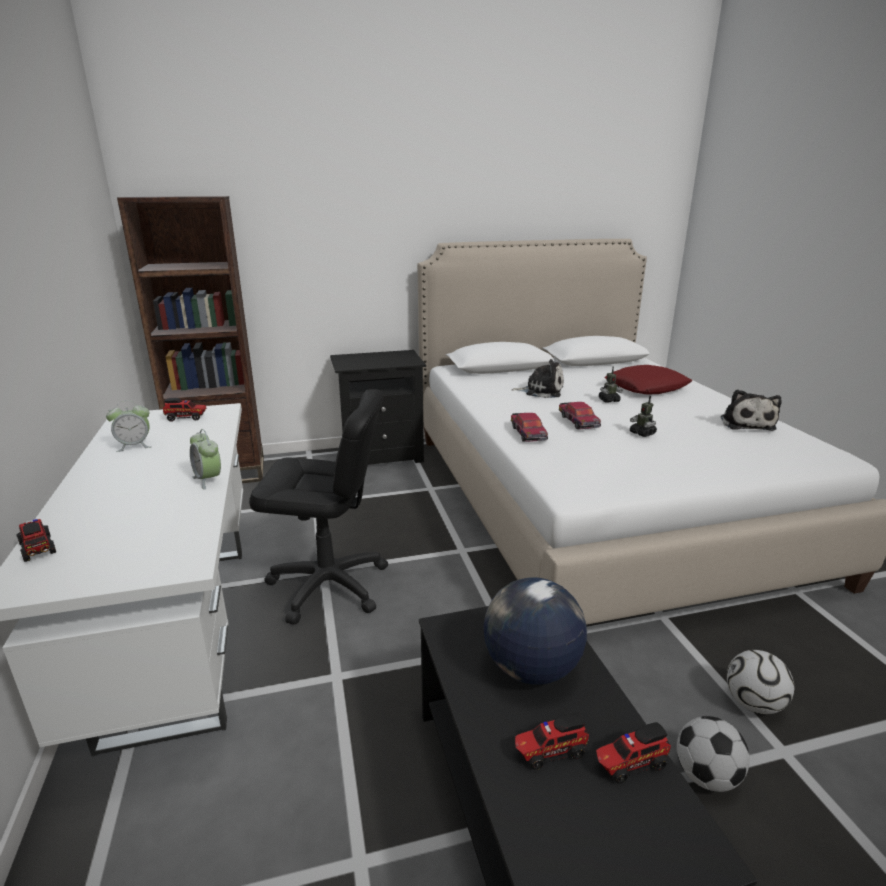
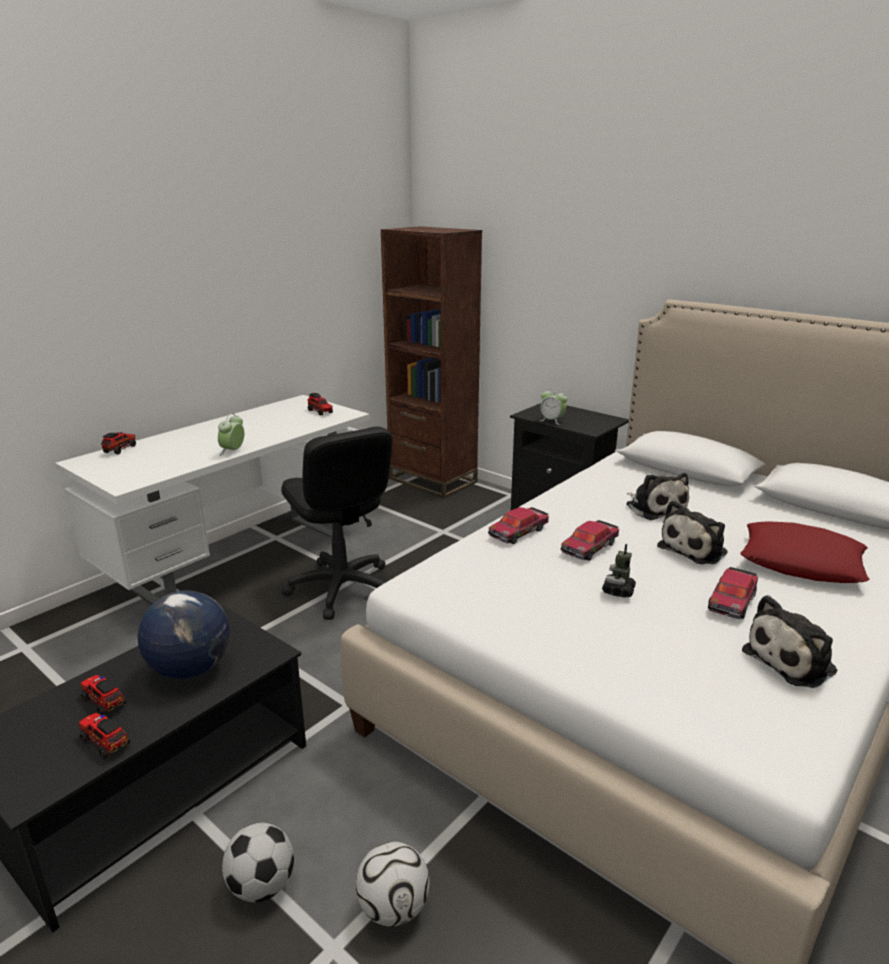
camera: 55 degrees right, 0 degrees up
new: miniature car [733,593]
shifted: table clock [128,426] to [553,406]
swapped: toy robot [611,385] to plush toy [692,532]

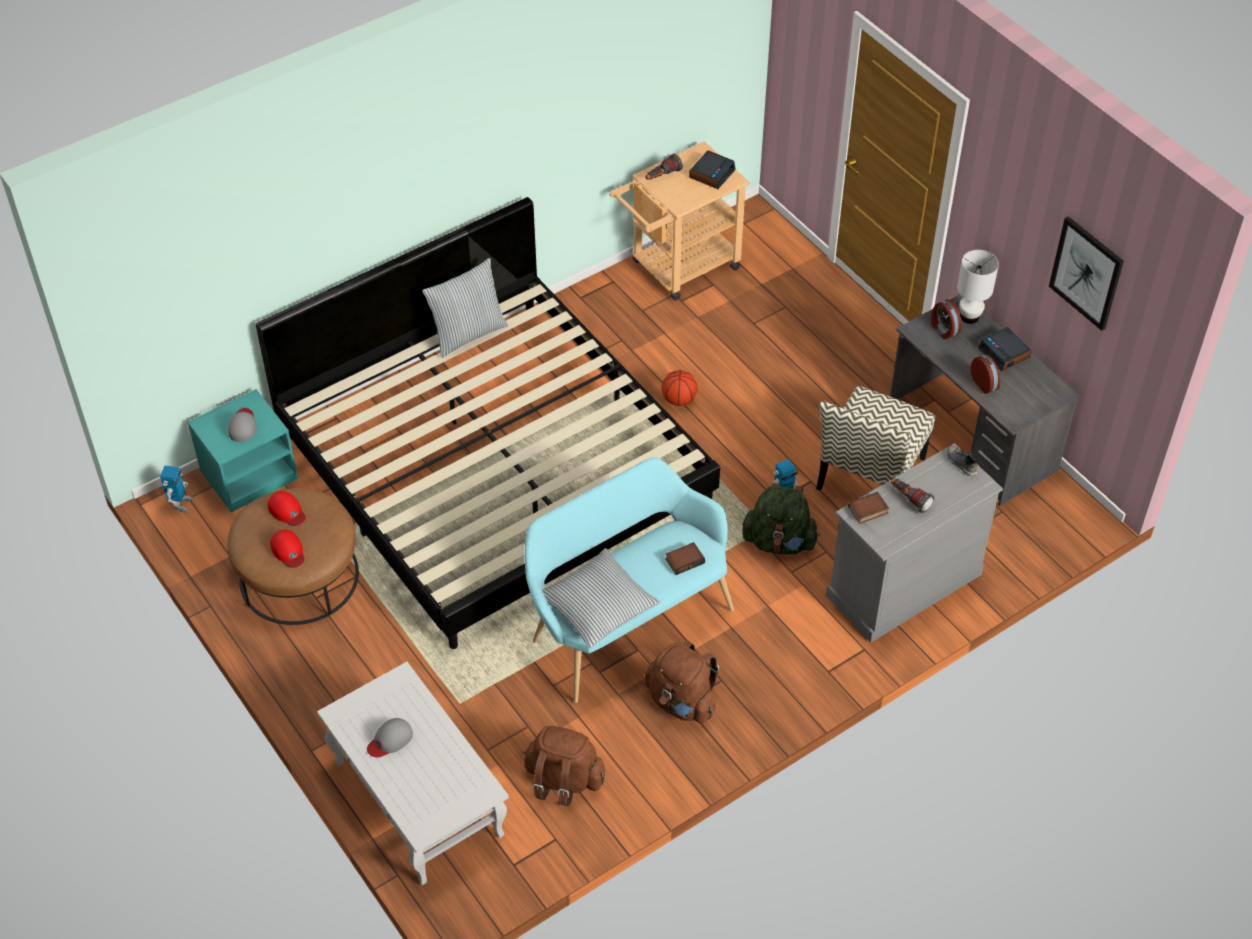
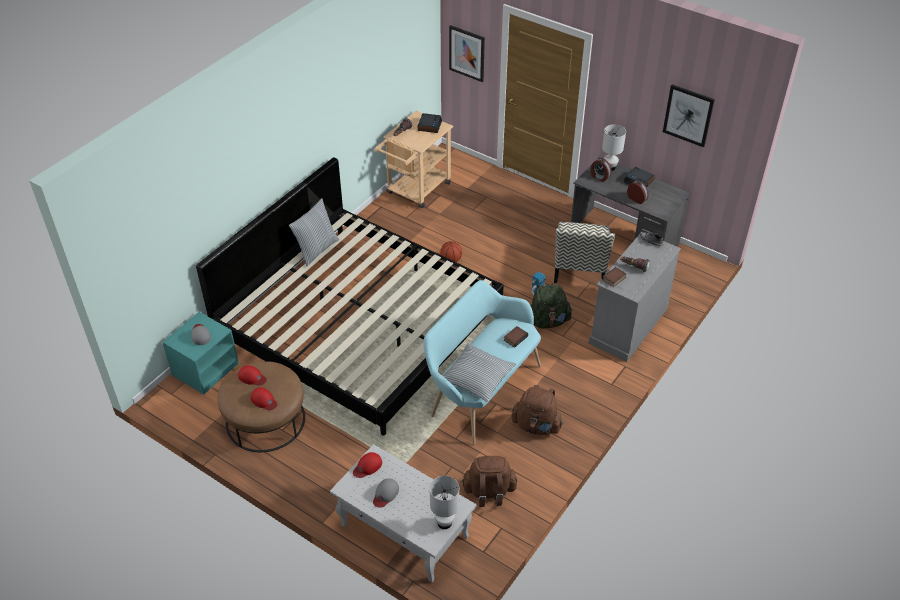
camera: 20 degrees left, 5 degrees down
gone: toy robot [177,489]
new: baseball cap/reddish [367,465]; table lamp/white [444,502]; picture [467,53]

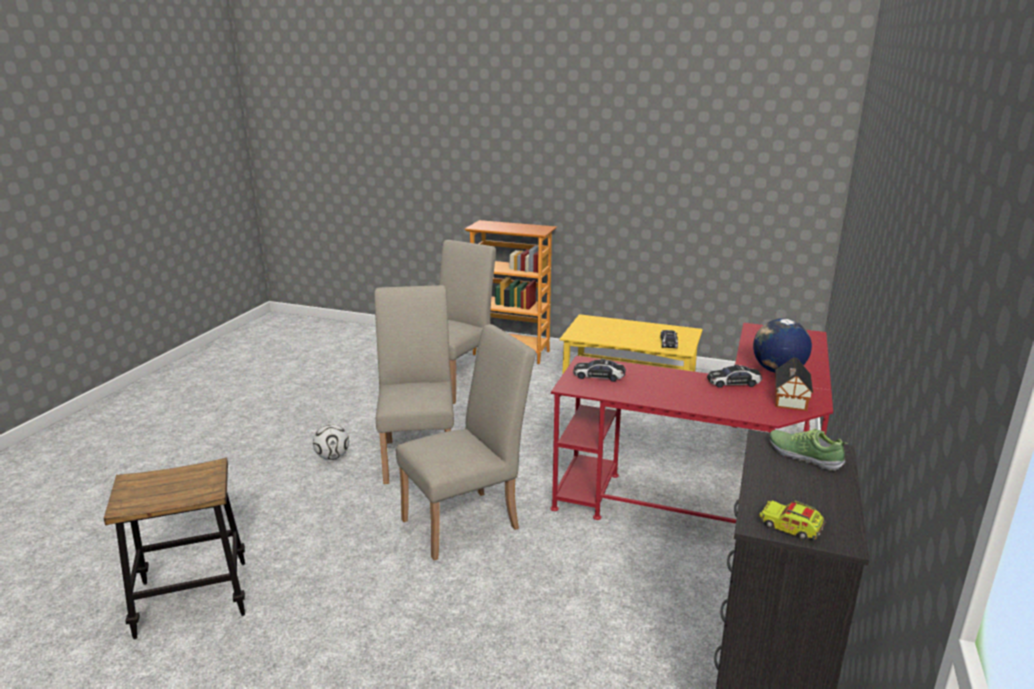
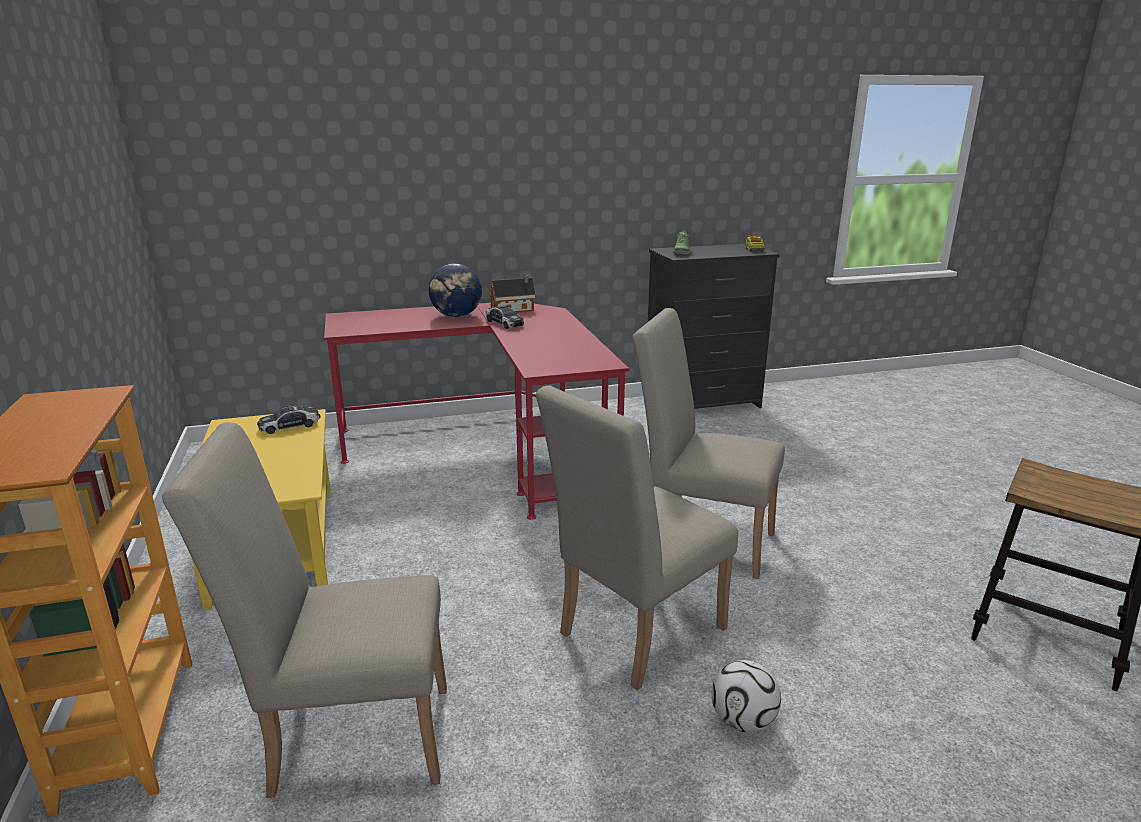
camera: 125 degrees left, 0 degrees up
gone: miniature car [599,370]

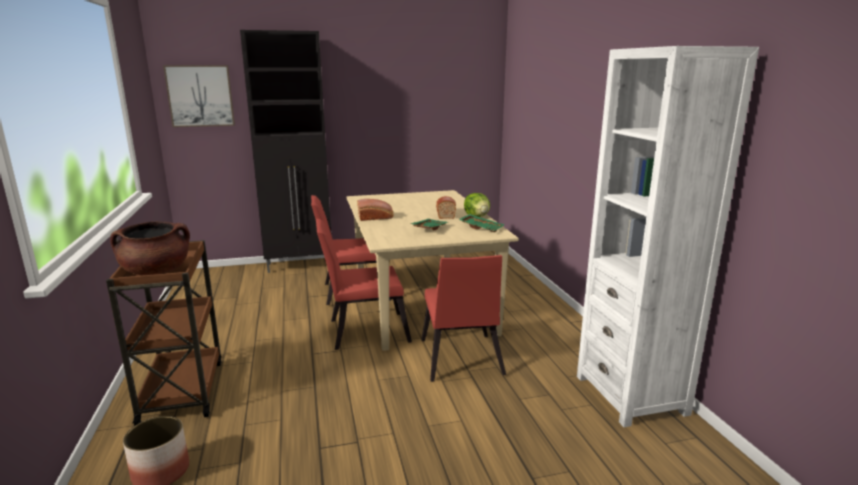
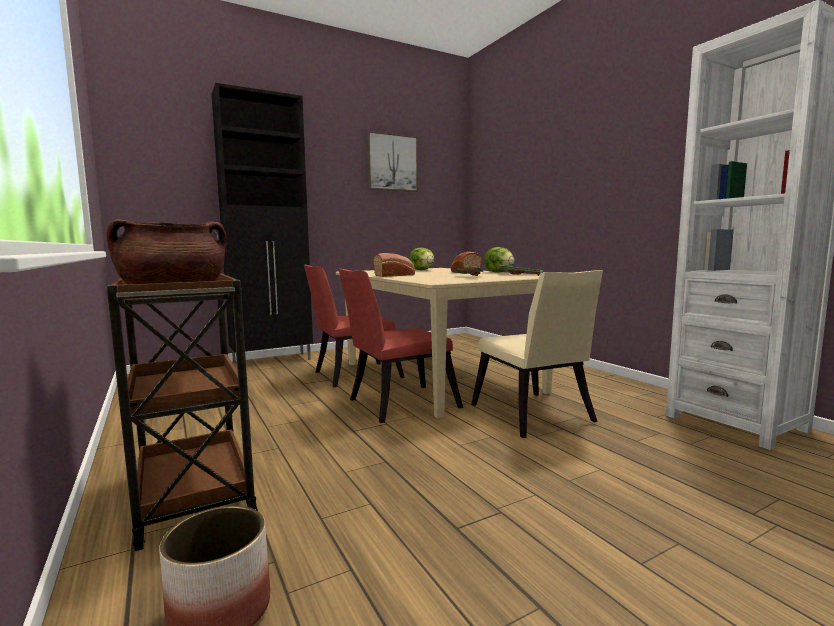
camera: 15 degrees left, 10 degrees down
new: lettuce head [421,258]
shifted: picture [199,96] to [392,161]
repainted: chair/reddish [463,318] to chair/beige-coloured [537,354]

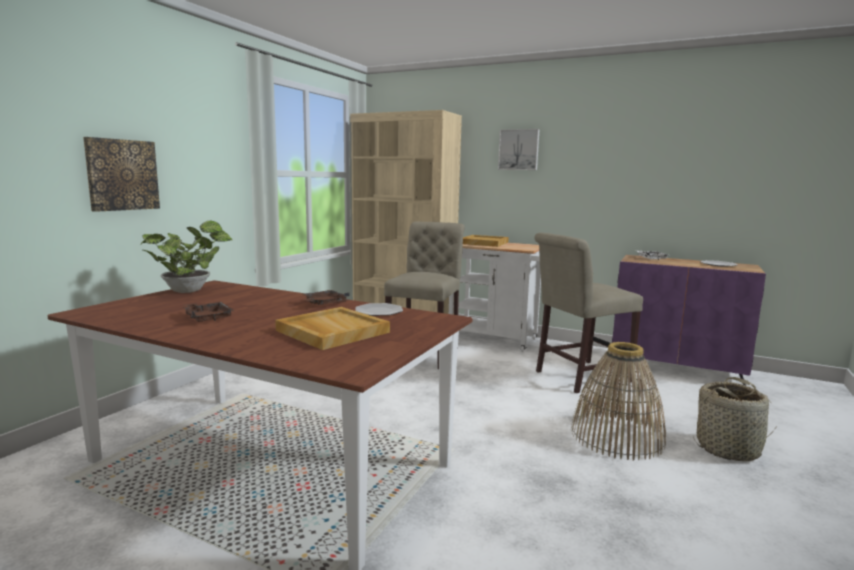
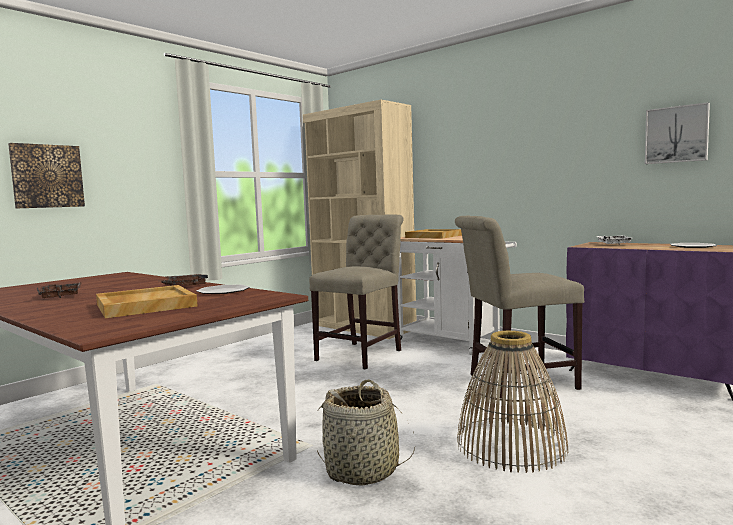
camera: 15 degrees right, 5 degrees down
gone: houseplant [186,256]
shifted: picture [519,149] to [677,133]; basket [735,419] to [366,432]

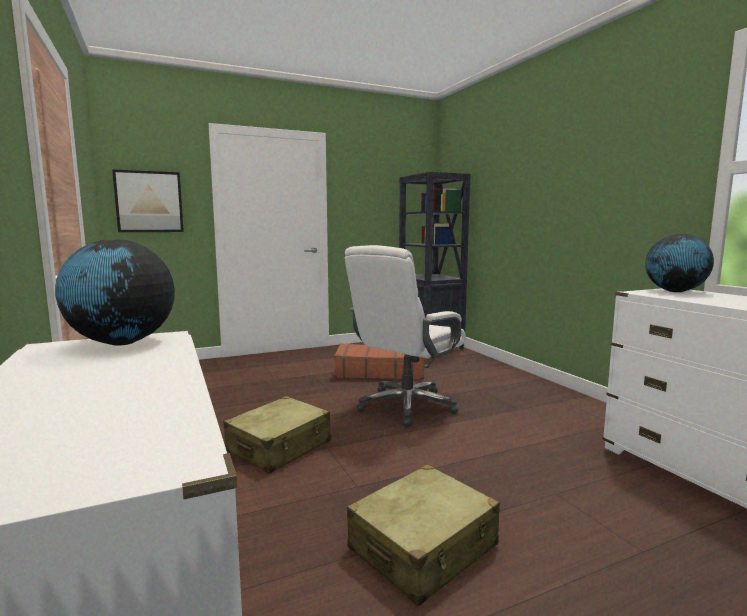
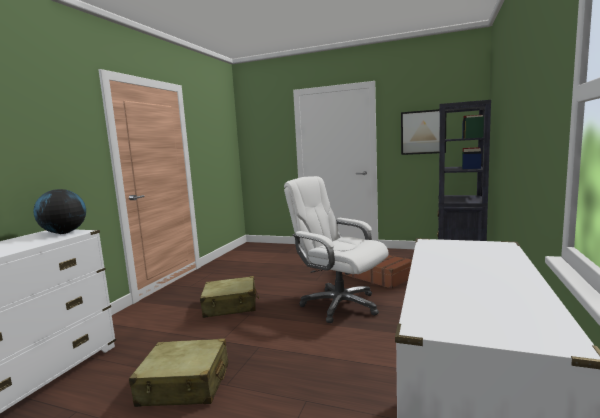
camera: 45 degrees right, 0 degrees up
gone: globe [679,263]
shifted: picture [148,200] to [423,132]
rotated: desk chair/white [405,335] = [336,249] 45 degrees clockwise

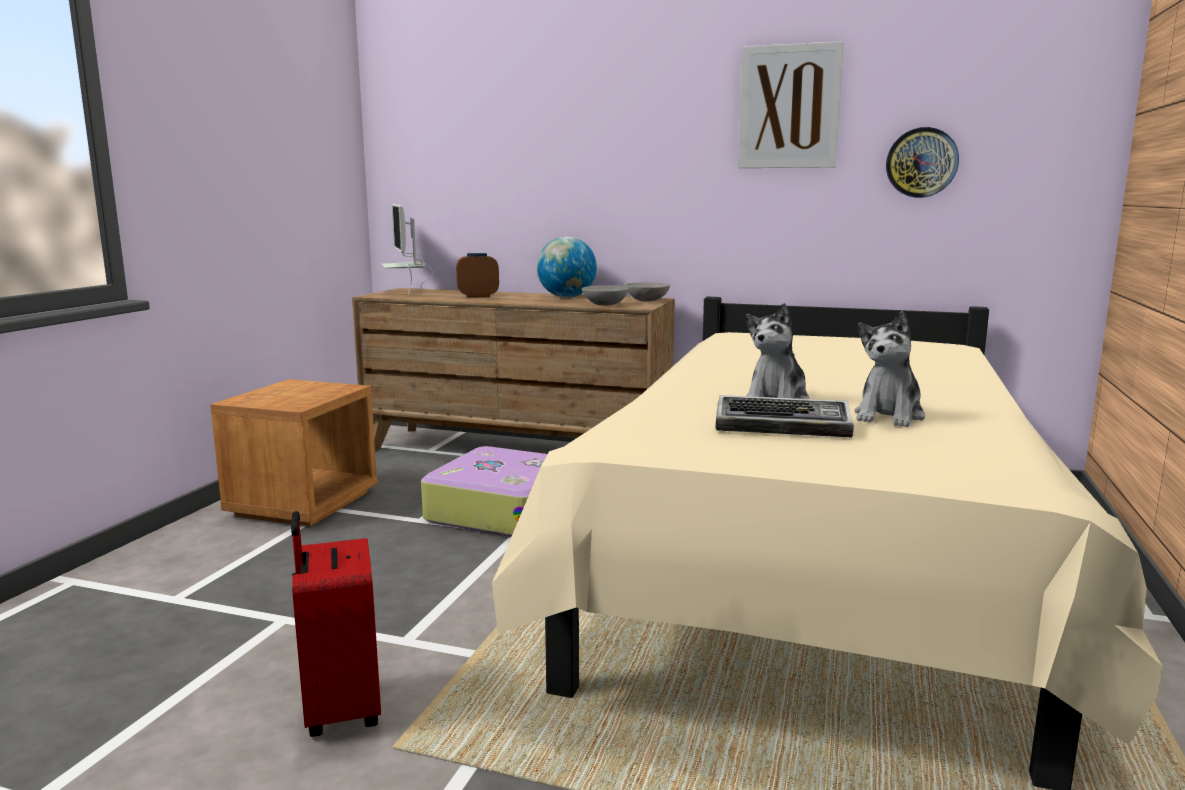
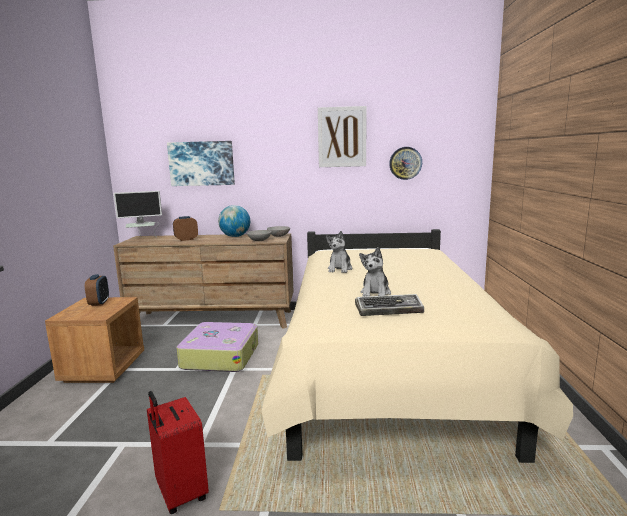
camera: 15 degrees left, 0 degrees up
new: table clock [97,290]; picture [201,163]
shifted: plush toy [890,369] to [339,252]
rotated: computer screen [407,249] = [137,214] 75 degrees counterclockwise

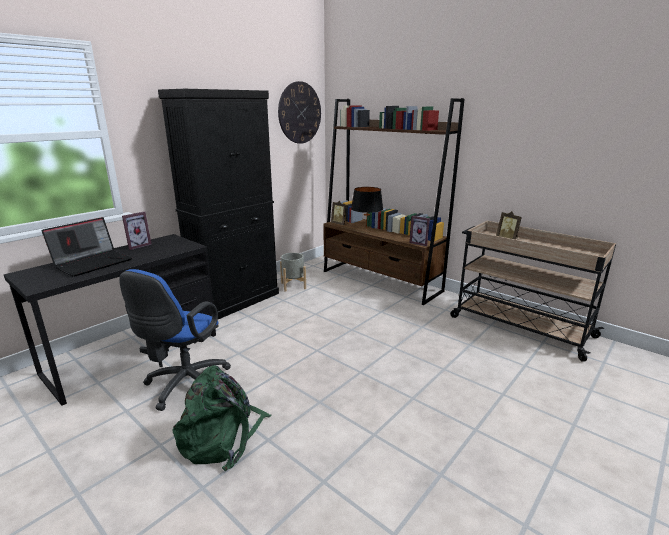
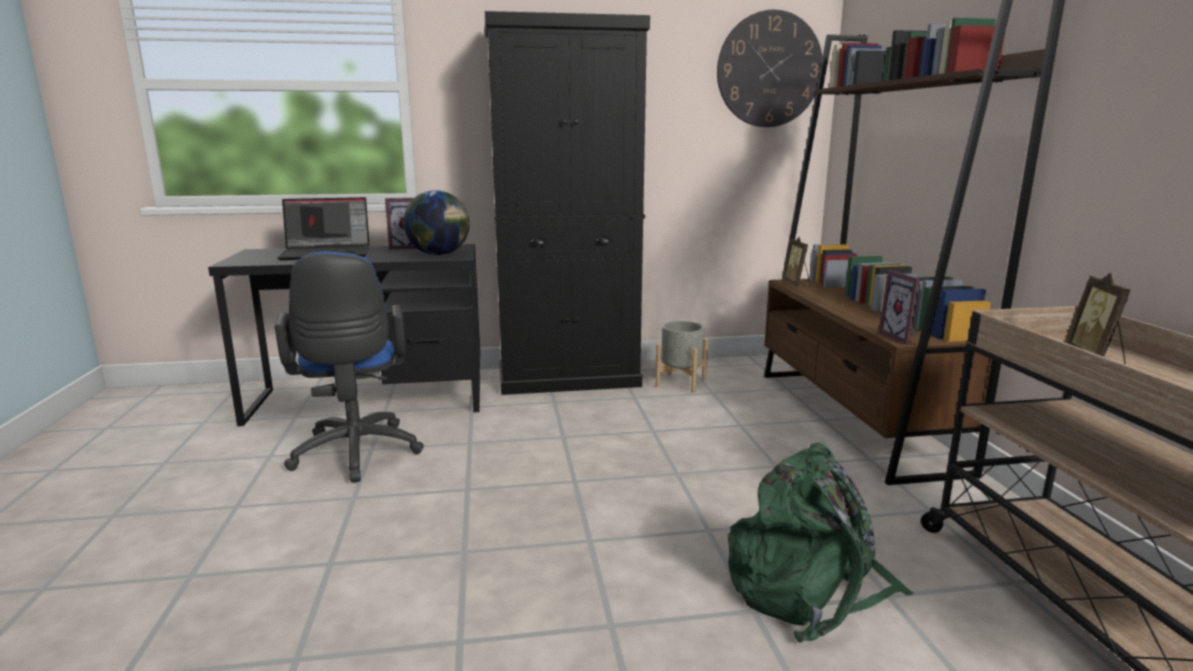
camera: 40 degrees right, 5 degrees down
gone: table lamp/blackish [367,208]
new: globe [436,222]
shifted: backpack/greenish [221,418] to [821,542]
rotated: desk chair/blue-coloured [175,340] = [349,367] 75 degrees counterclockwise

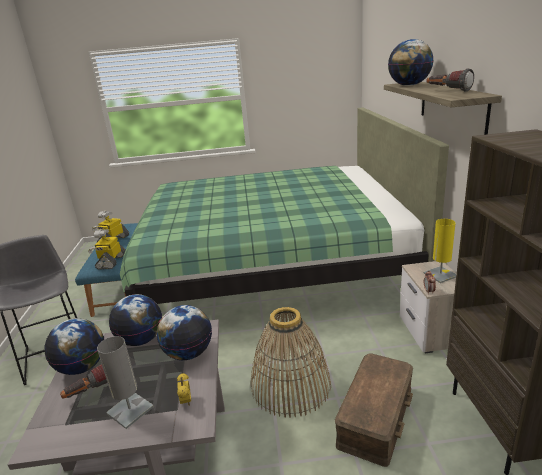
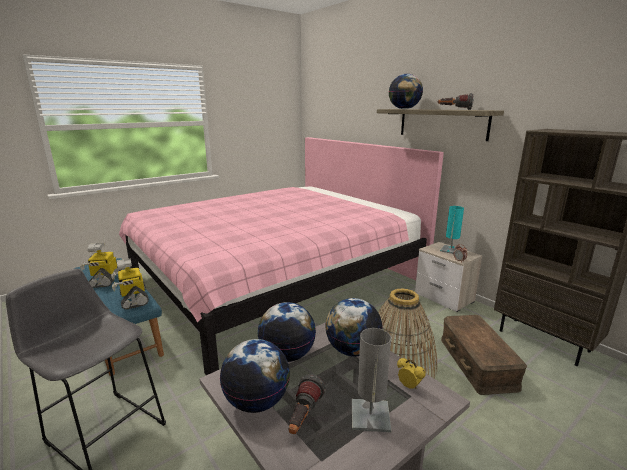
camera: 35 degrees left, 5 degrees down
repainted: bed/greenish [284,205] to bed/pink-coloured [281,256]; table lamp/yellow [440,251] to table lamp/blue-green [452,230]

